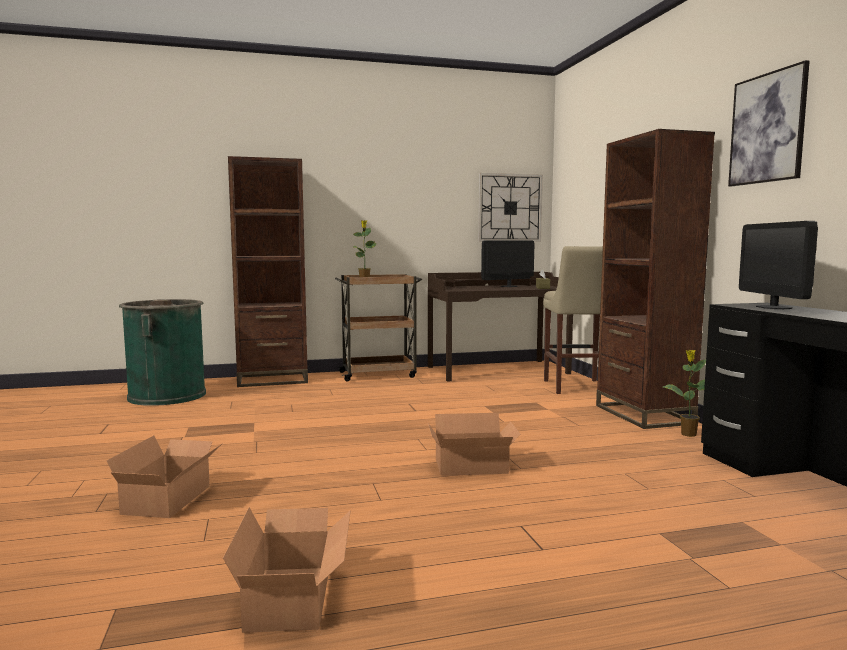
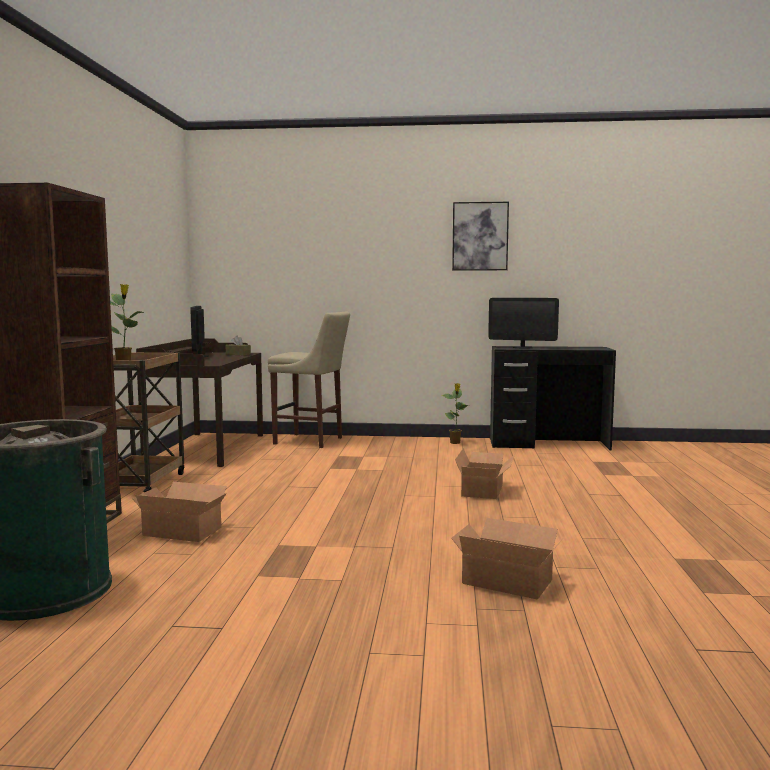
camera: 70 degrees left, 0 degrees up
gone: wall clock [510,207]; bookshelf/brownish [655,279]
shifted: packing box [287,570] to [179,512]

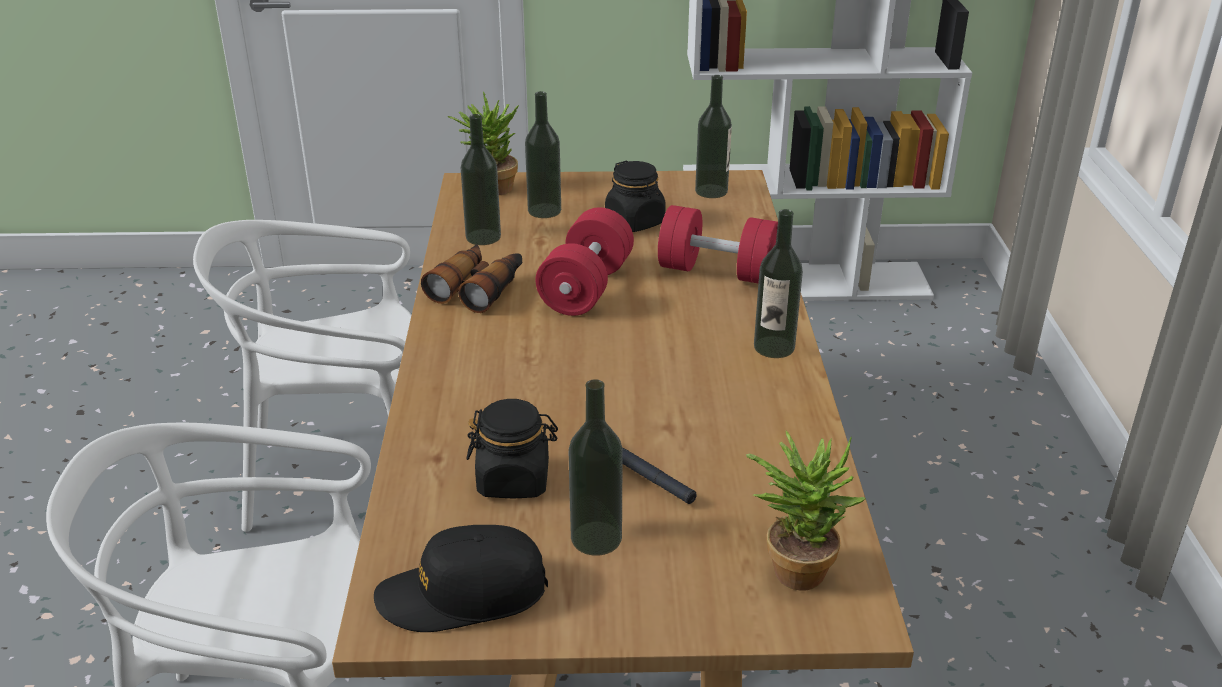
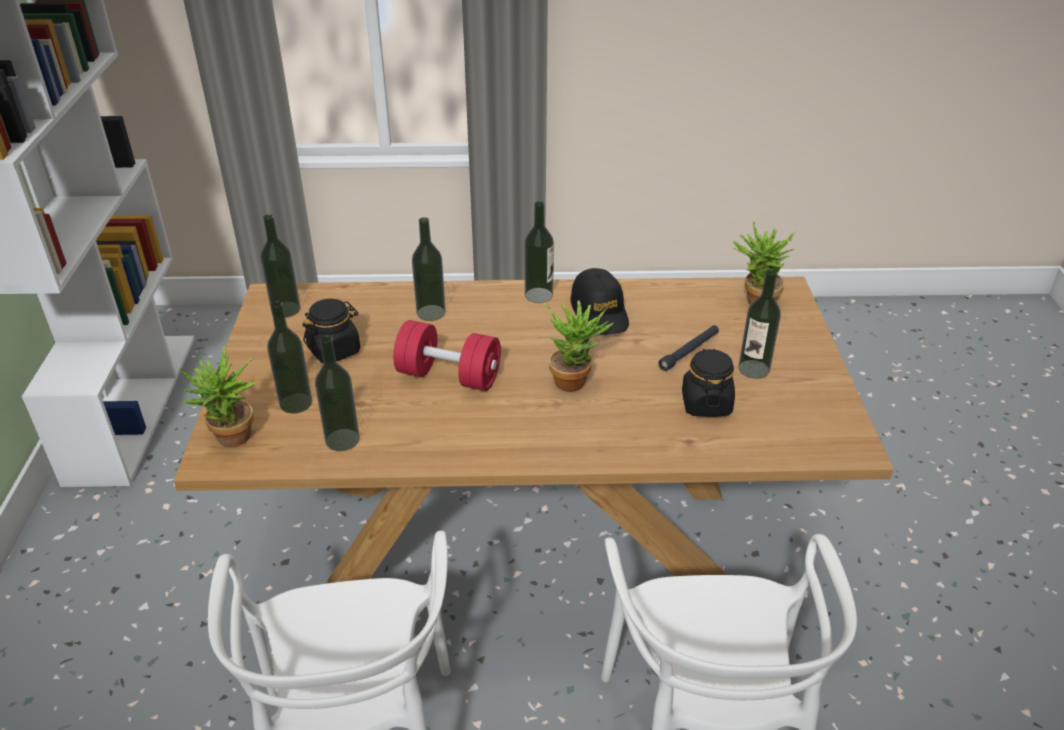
camera: 90 degrees left, 5 degrees up
gone: pair of binoculars [471,278]
new: houseplant [578,346]
shifted: baseball cap/blackish [461,578] to [599,301]
swapped: hand weight/reddish [718,244] to bottle [429,269]

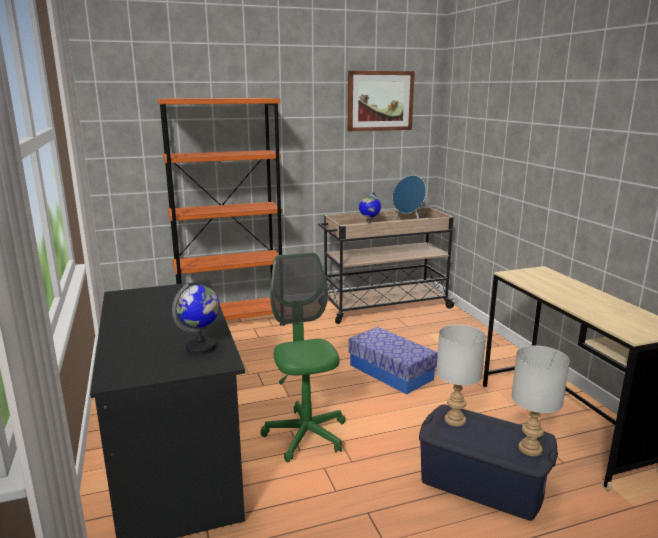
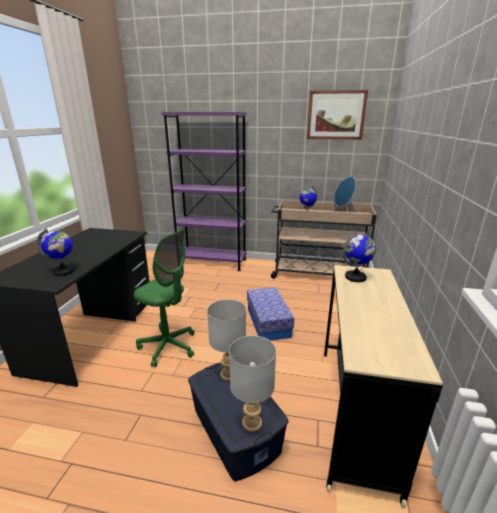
camera: 30 degrees right, 5 degrees up
new: globe [359,257]
repainted: bookshelf/orangey [221,212] to bookshelf/purplish [204,191]
rotated: desk chair/greenish [303,357] = [164,298] 105 degrees clockwise

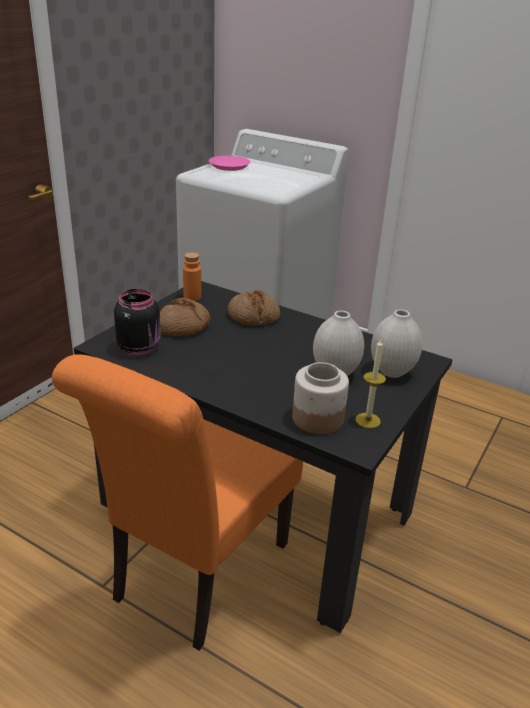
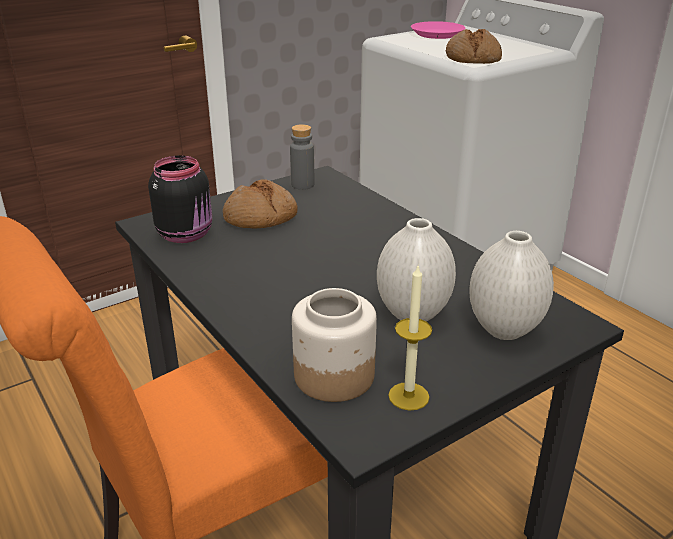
camera: 25 degrees right, 0 degrees up
shifted: bread [254,307] to [474,46]
repainted: bottle/orangey [192,276] to bottle/greyish [302,157]

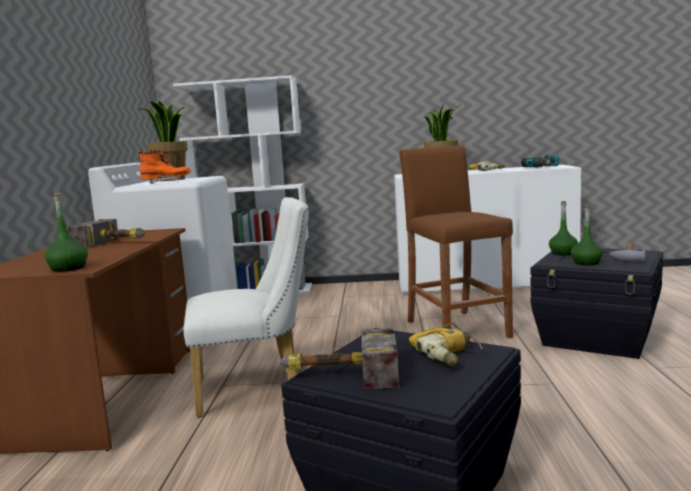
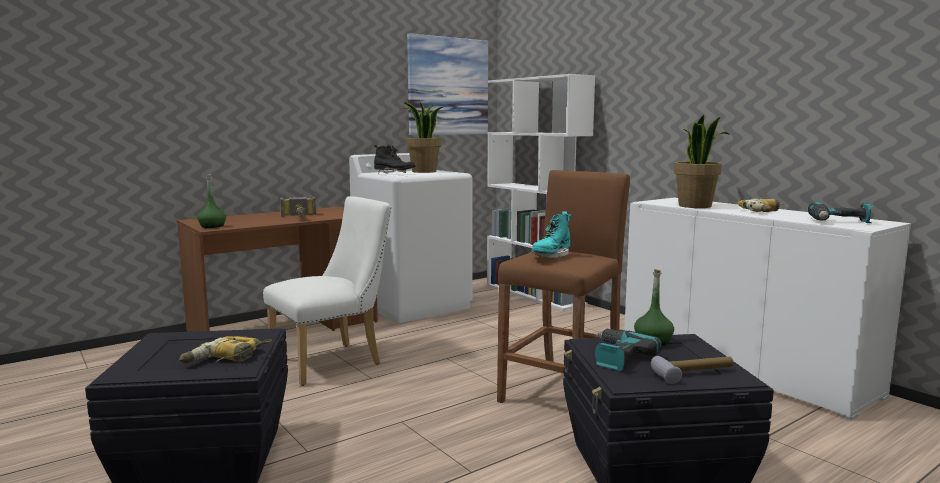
camera: 50 degrees right, 0 degrees up
gone: tool hammer [339,358]
new: picture [447,84]; high-top boot/blue-green [552,234]
swapped: bottle/greenish [587,235] to electric drill [628,350]
repainted: high-top boot/orangey [164,167] to high-top boot/blackish [395,159]
rotated: chair/white [246,307] = [327,291] 75 degrees counterclockwise

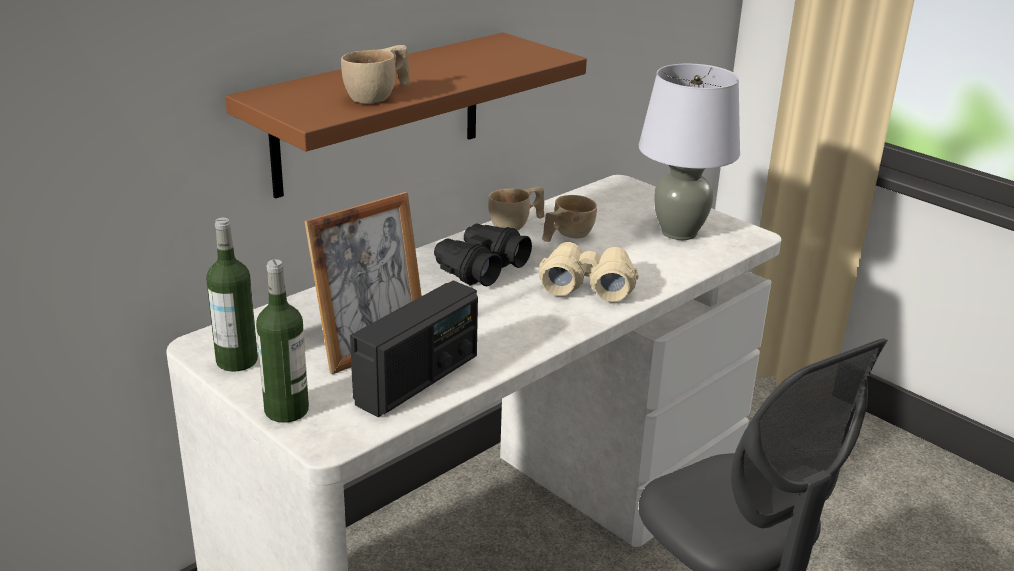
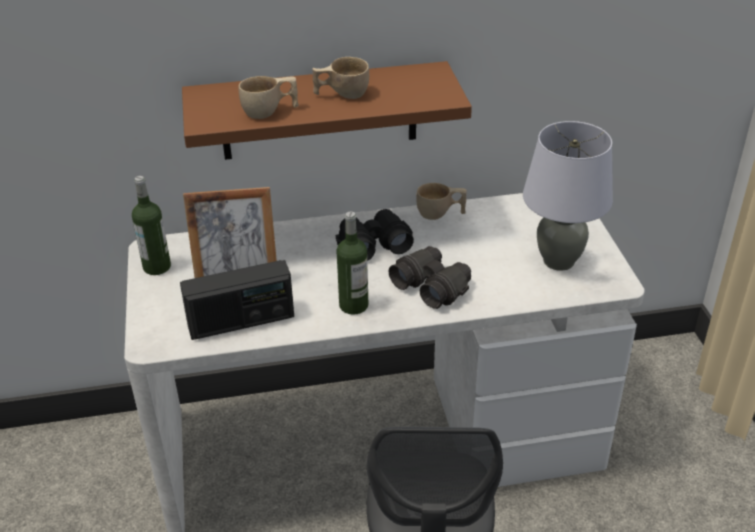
camera: 35 degrees right, 10 degrees up
shifted: bottle [282,341] to [352,263]; drinking cup/beige-coloured [569,218] to [340,78]
repainted: pair of binoculars/beige-coloured [588,272] to pair of binoculars/blackish [430,277]

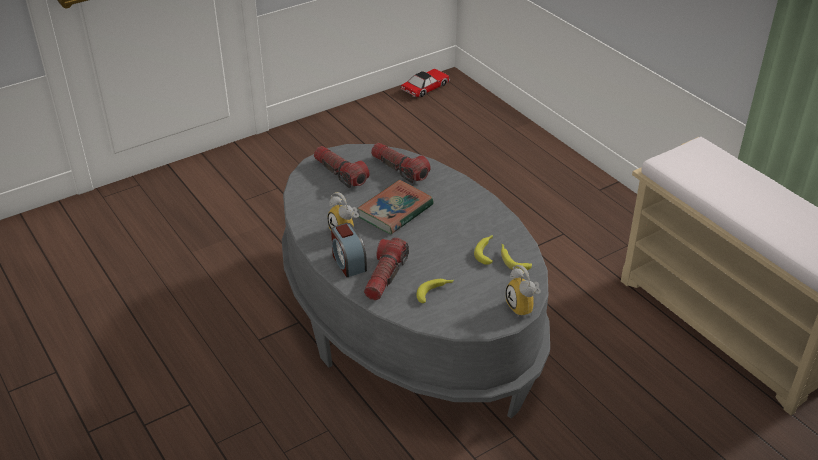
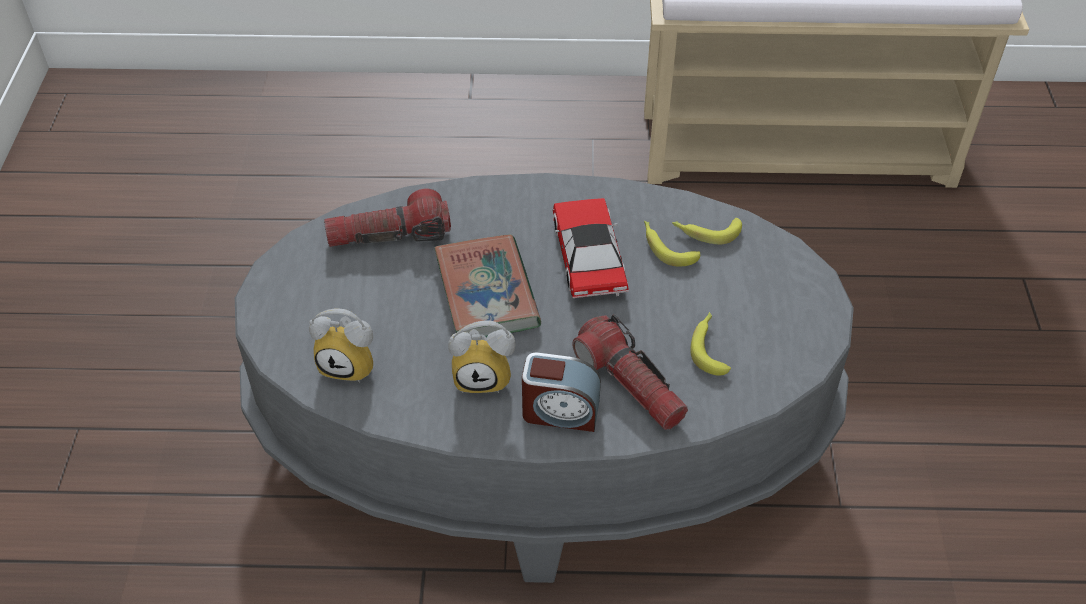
camera: 55 degrees left, 10 degrees up
gone: torch [342,167]
shifted: miniature car [425,83] to [590,248]; table clock [523,290] to [341,346]

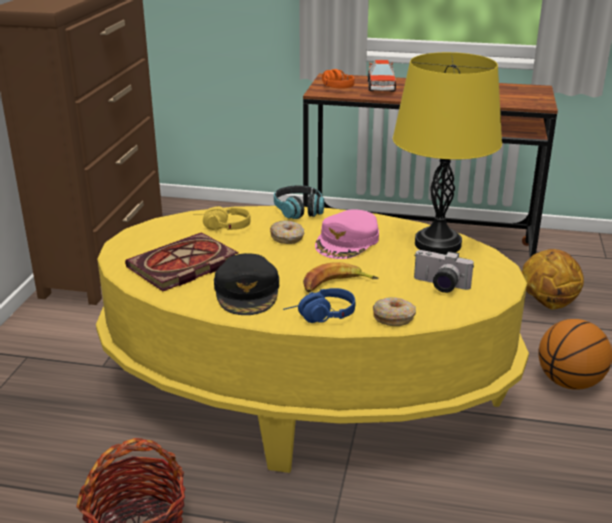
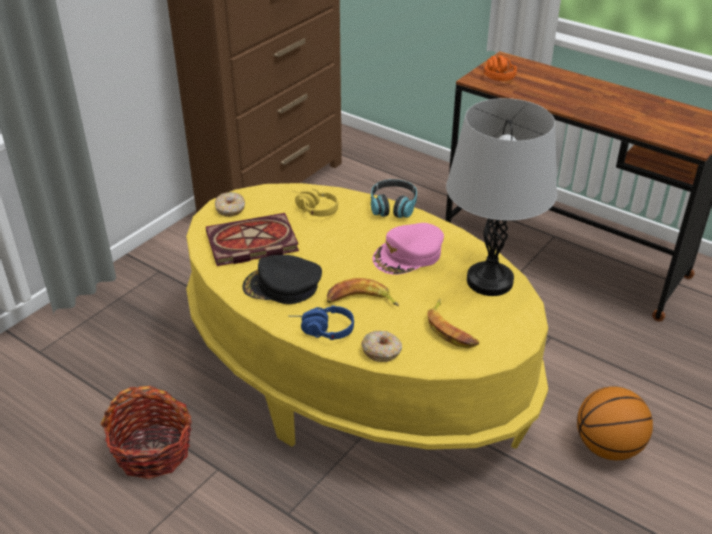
camera: 25 degrees right, 10 degrees up
gone: miniature car [382,75]; basketball [553,279]
shifted: ring doughnut [287,232] to [230,204]
swapped: still camera [444,271] to banana fruit [453,323]
repainted: table lamp/yellow [447,153] to table lamp/greyish [501,197]
rotated: baseball cap/blackish [246,284] = [282,279] 75 degrees clockwise

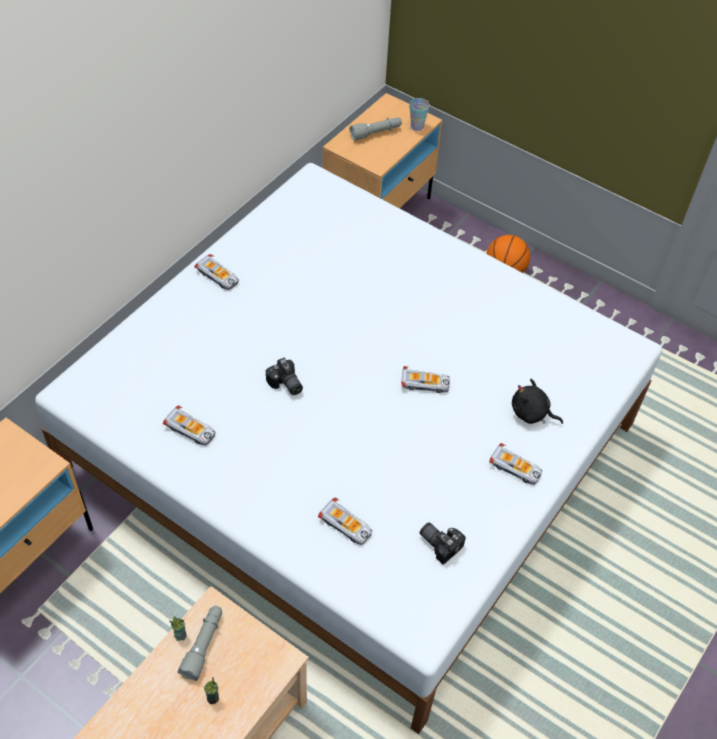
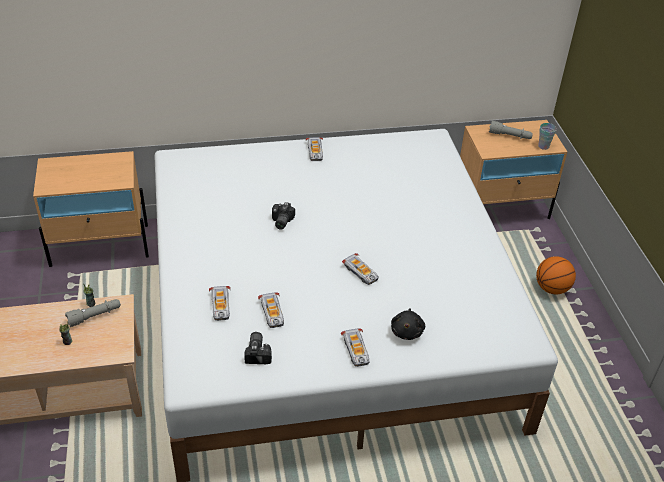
camera: 45 degrees right, 10 degrees down
shifted: miniature car [189,426] to [271,310]
rotated: plush toy/blackish [537,401] = [408,324] 150 degrees counterclockwise

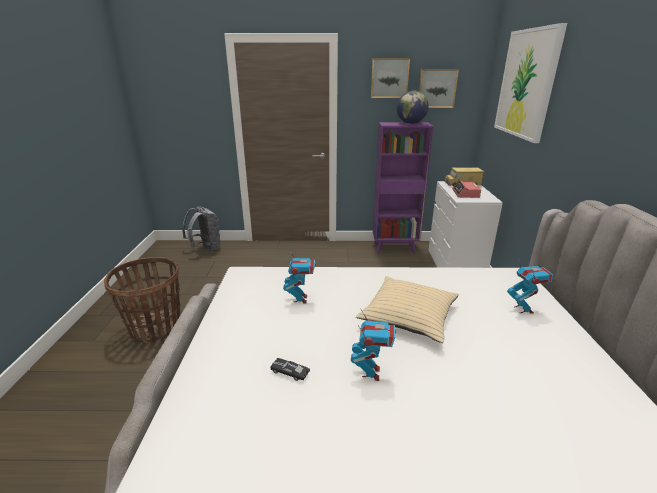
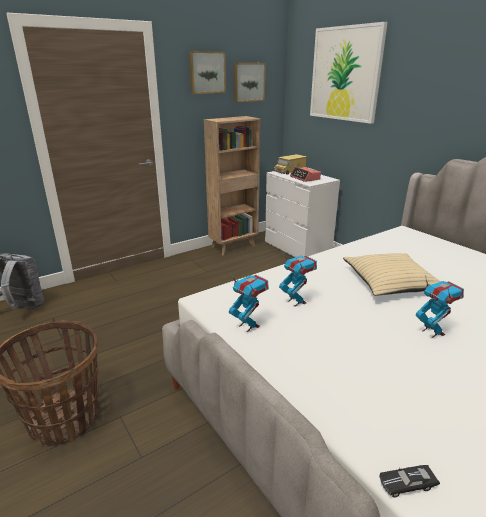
camera: 35 degrees left, 0 degrees up
gone: globe [413,107]
shifted: miniature car/blackish [290,369] to [409,481]; toy robot [530,286] to [249,302]
repainted: bookshelf/purplish [403,187] to bookshelf/brownish [232,186]

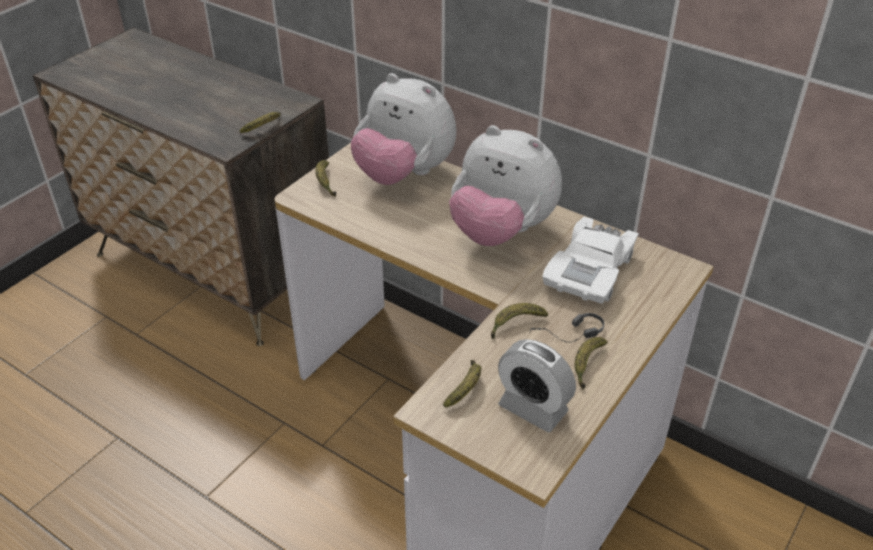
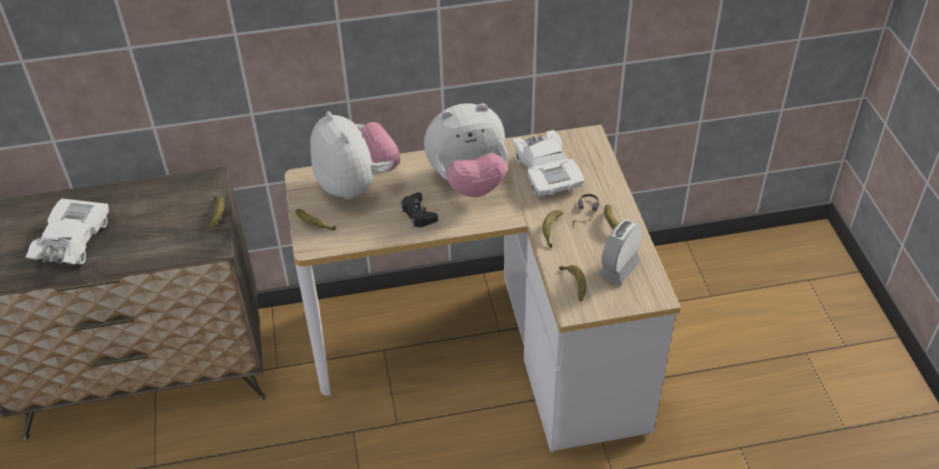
camera: 45 degrees left, 5 degrees up
new: miniature car/white [67,232]; game controller/blackish [419,210]
rotated: plush toy [403,129] = [355,155] 105 degrees counterclockwise; table clock [537,385] = [620,252] 135 degrees clockwise

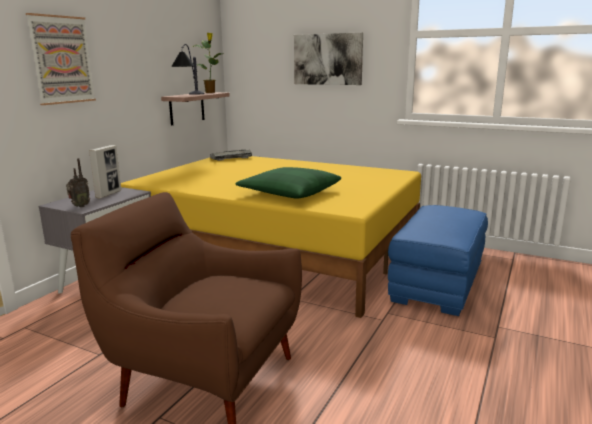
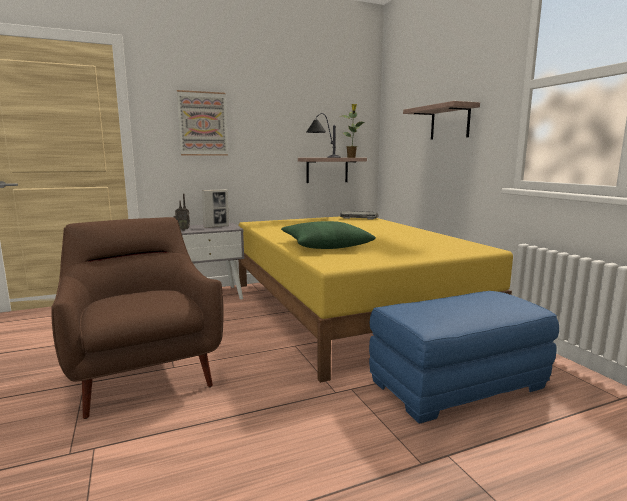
camera: 40 degrees right, 5 degrees down
swapped: picture [328,59] to wall shelf [441,120]

